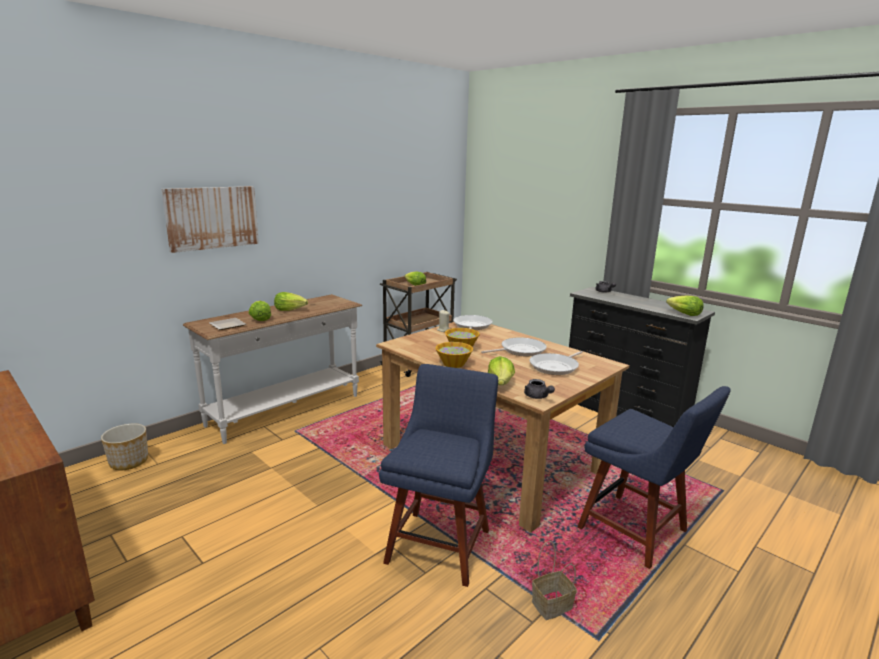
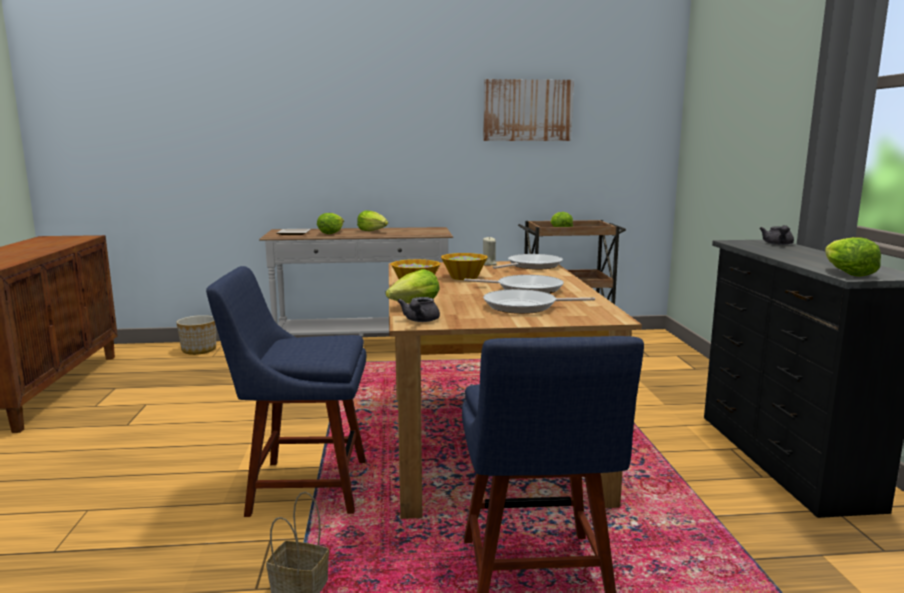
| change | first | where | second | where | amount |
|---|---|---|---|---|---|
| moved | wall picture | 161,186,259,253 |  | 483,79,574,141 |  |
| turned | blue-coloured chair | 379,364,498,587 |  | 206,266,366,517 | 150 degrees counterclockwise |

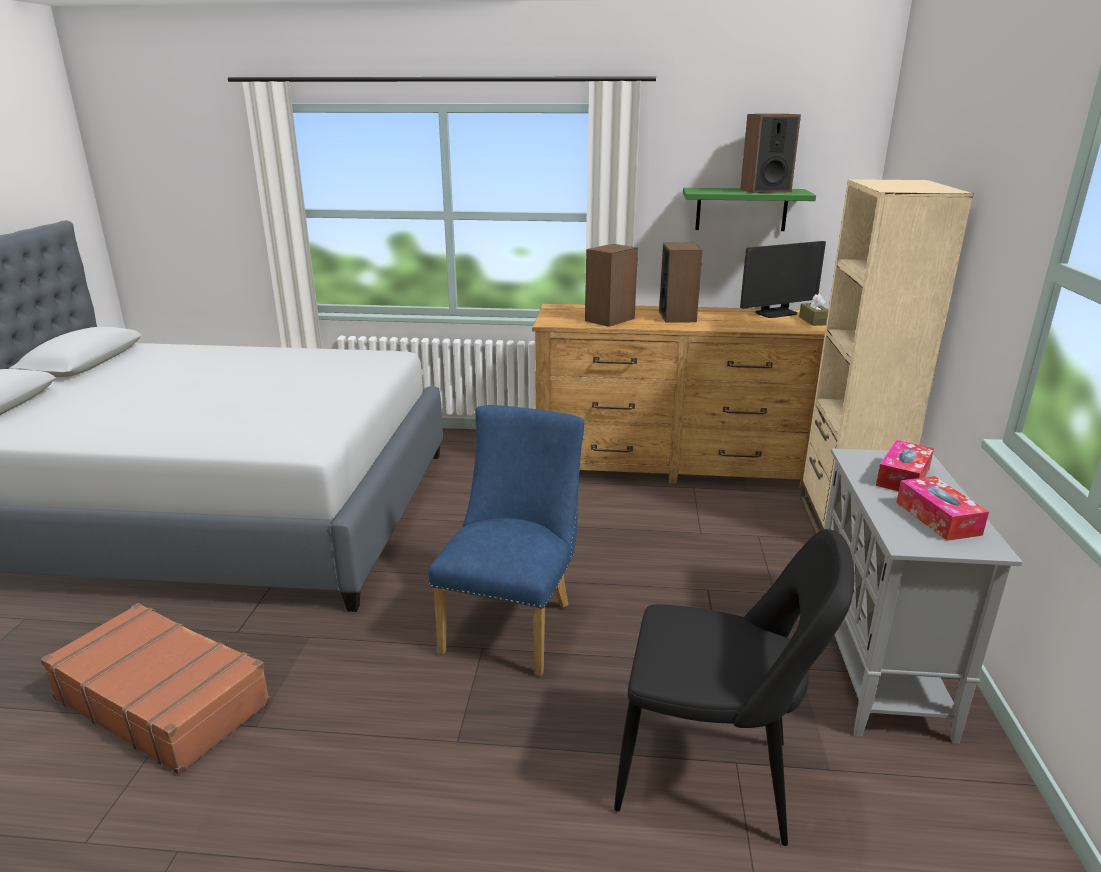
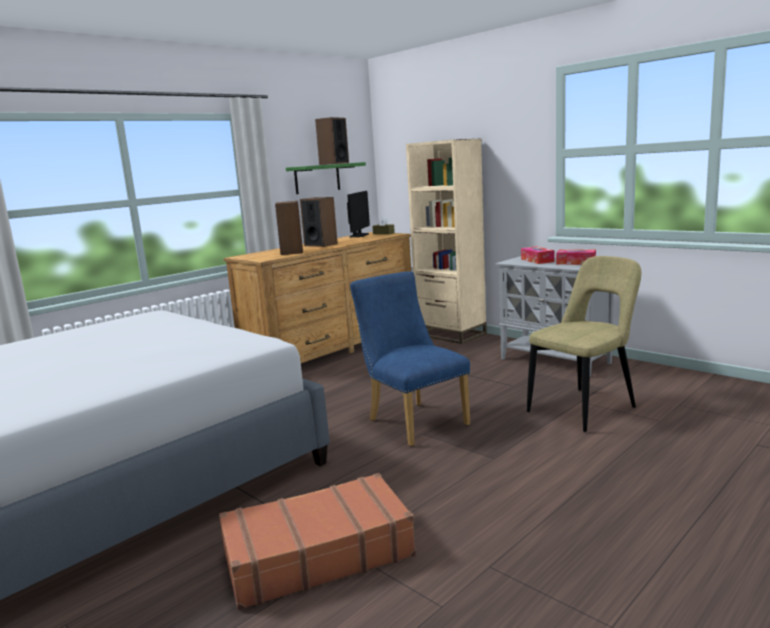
| change | first | where | second | where | amount |
|---|---|---|---|---|---|
| recoloured | black chair | 614,529,855,846 | beige chair | 527,256,641,432 |  |

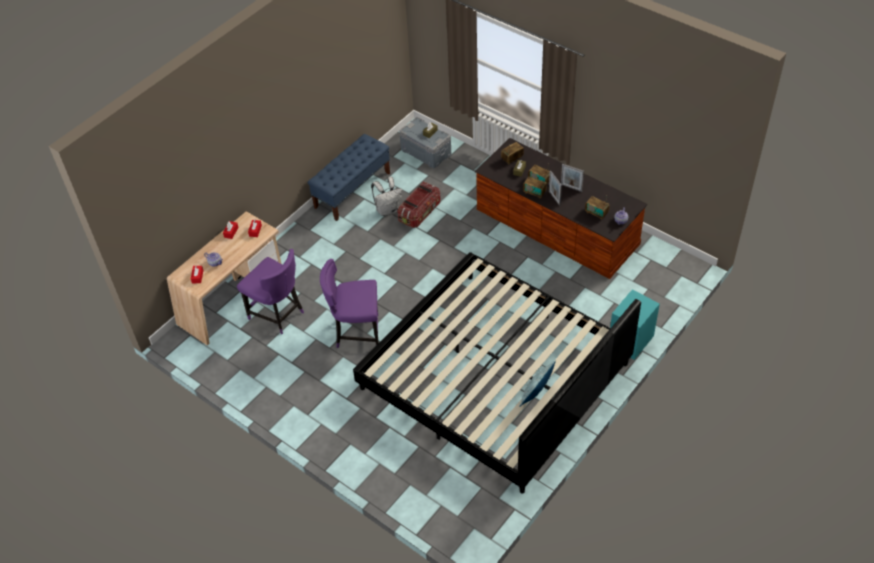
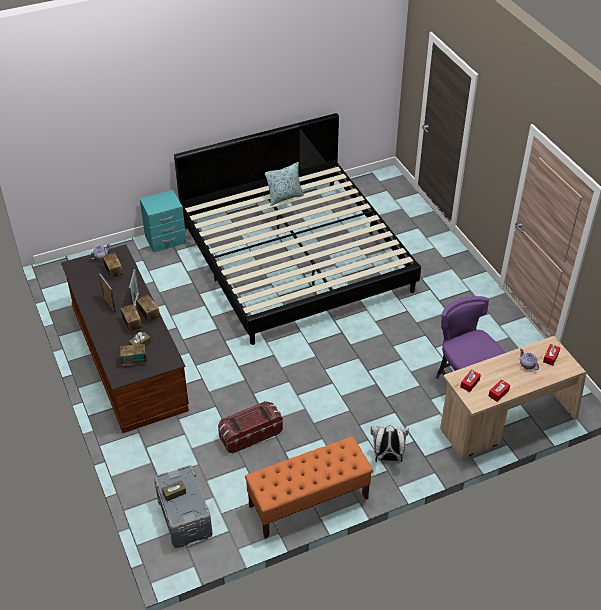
| change | first | where | second | where | amount |
|---|---|---|---|---|---|
| removed | purplish chair | 320,259,379,348 |  |  |  |
| moved | white knapsack | 371,177,402,216 |  | 371,425,409,462 |  |
| recoloured | blue-coloured indoor bench | 308,134,390,221 | orange indoor bench | 245,436,373,539 |  |

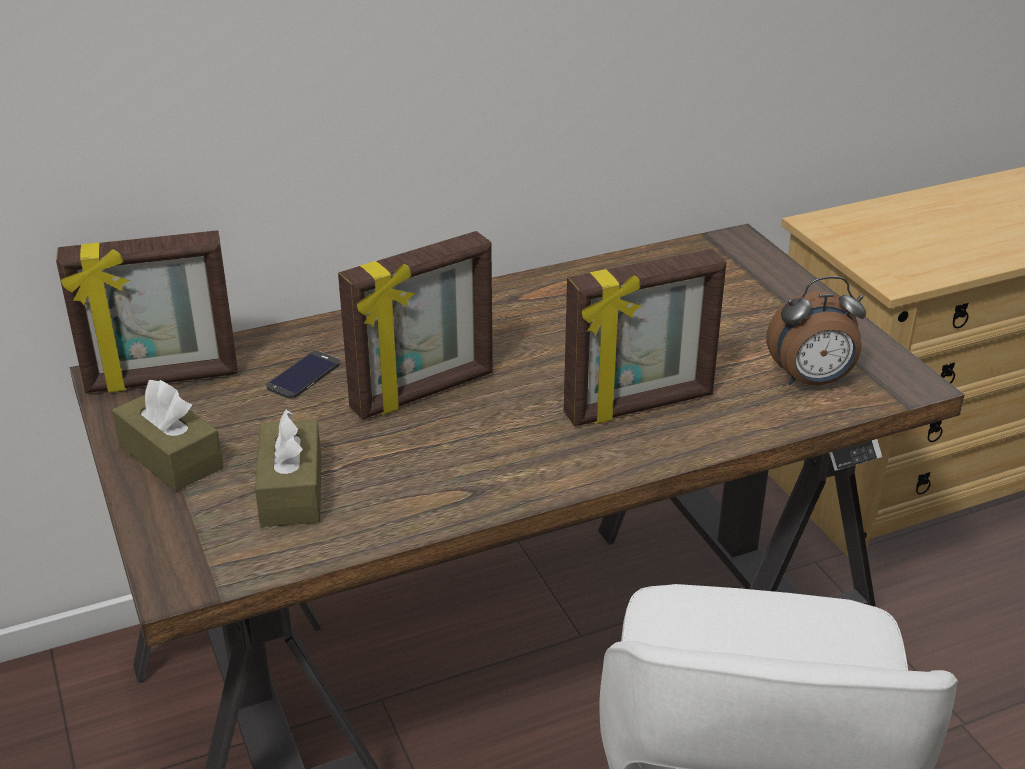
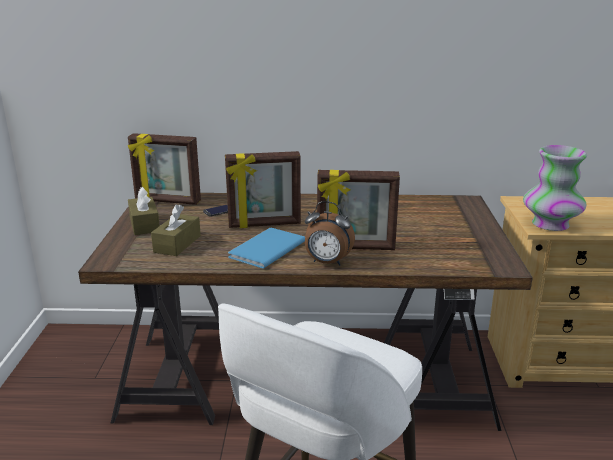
| change | first | where | second | where | amount |
|---|---|---|---|---|---|
| added |  |  | blue-coloured book | 228,228,305,269 |  |
| added |  |  | flower vase | 523,145,587,231 |  |
| moved | bedside clock | 766,276,866,385 |  | 305,201,355,266 |  |

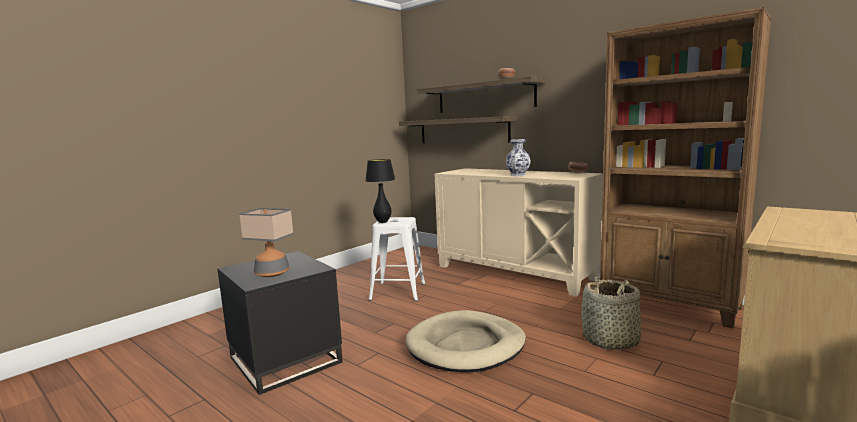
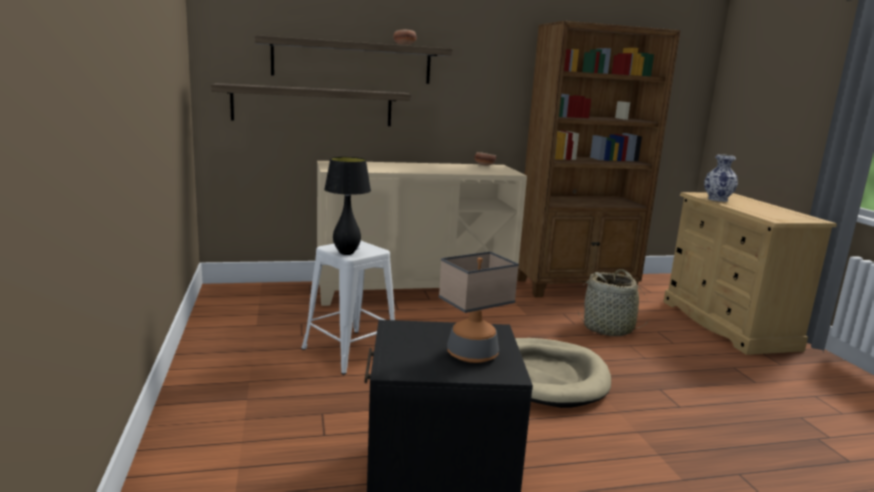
| change | first | where | second | where | amount |
|---|---|---|---|---|---|
| moved | flower vase | 506,139,531,176 |  | 704,154,738,202 |  |

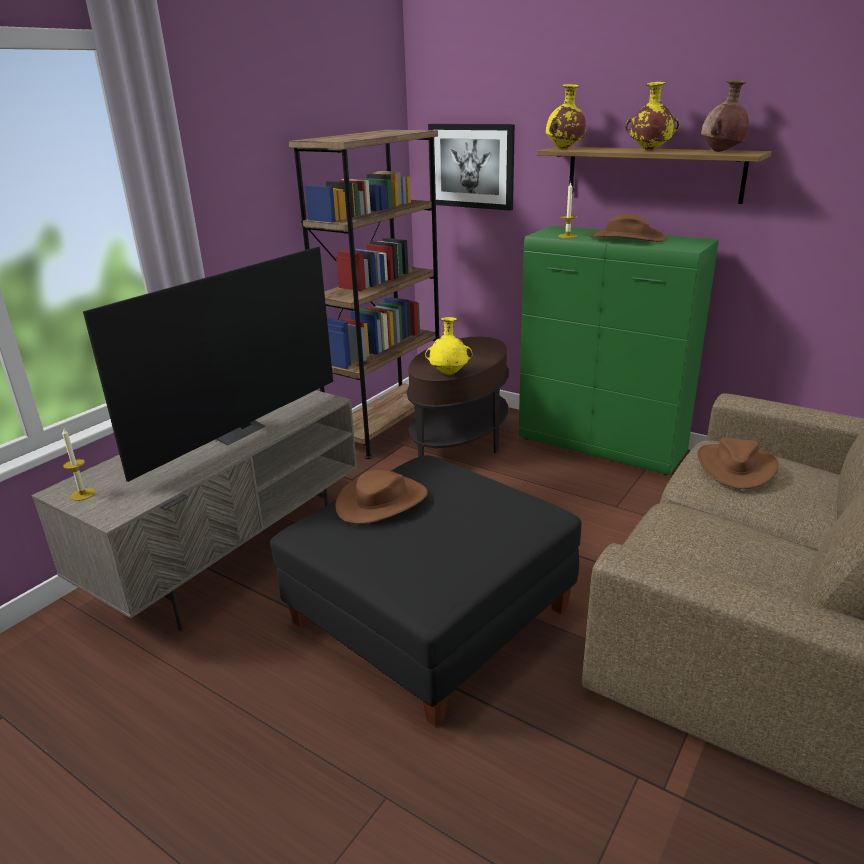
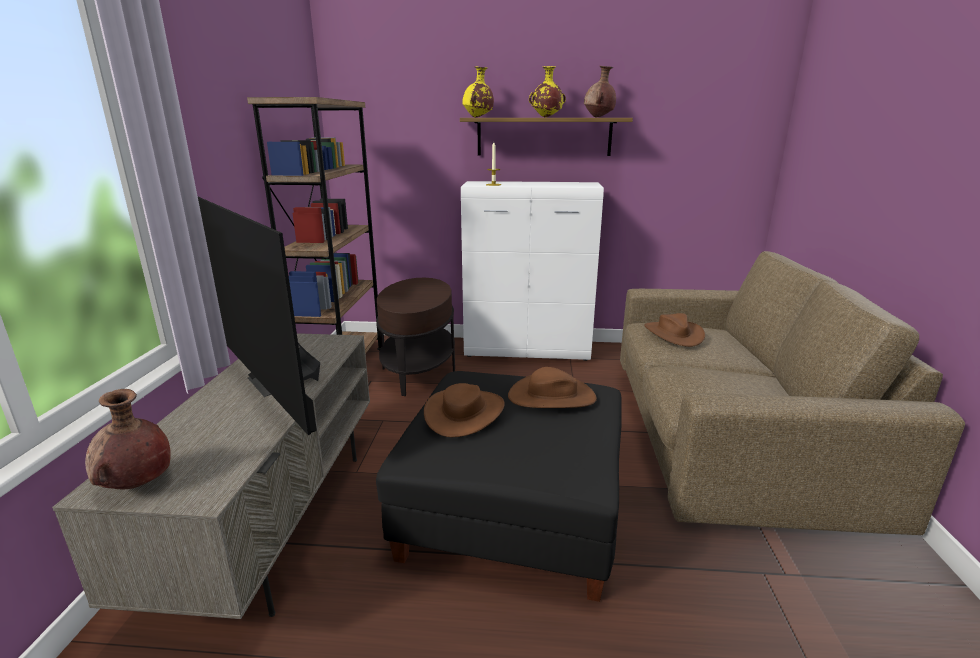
| change | first | where | second | where | amount |
|---|---|---|---|---|---|
| removed | yellowish flower vase | 425,317,472,375 |  |  |  |
| removed | wall picture | 428,124,515,211 |  |  |  |
| moved | brownish clothing hat | 589,213,666,242 |  | 508,367,597,408 |  |
| replaced | wax light | 62,427,95,501 | brownish flower vase | 85,389,171,490 |  |
| recoloured | greenish cupboard | 519,226,719,475 | white cupboard | 461,181,604,361 |  |
| turned | TV set | 83,247,333,482 |  | 198,197,320,435 | 135 degrees clockwise |

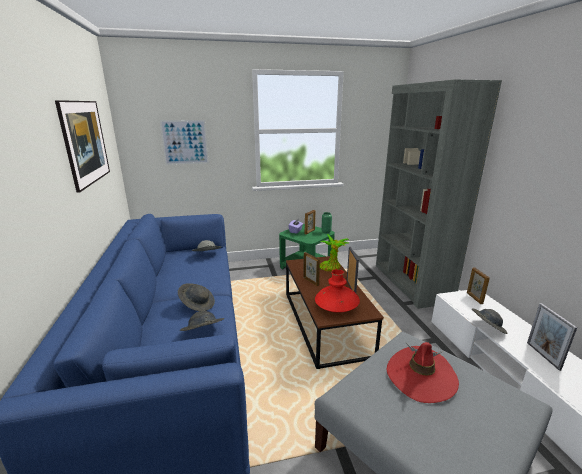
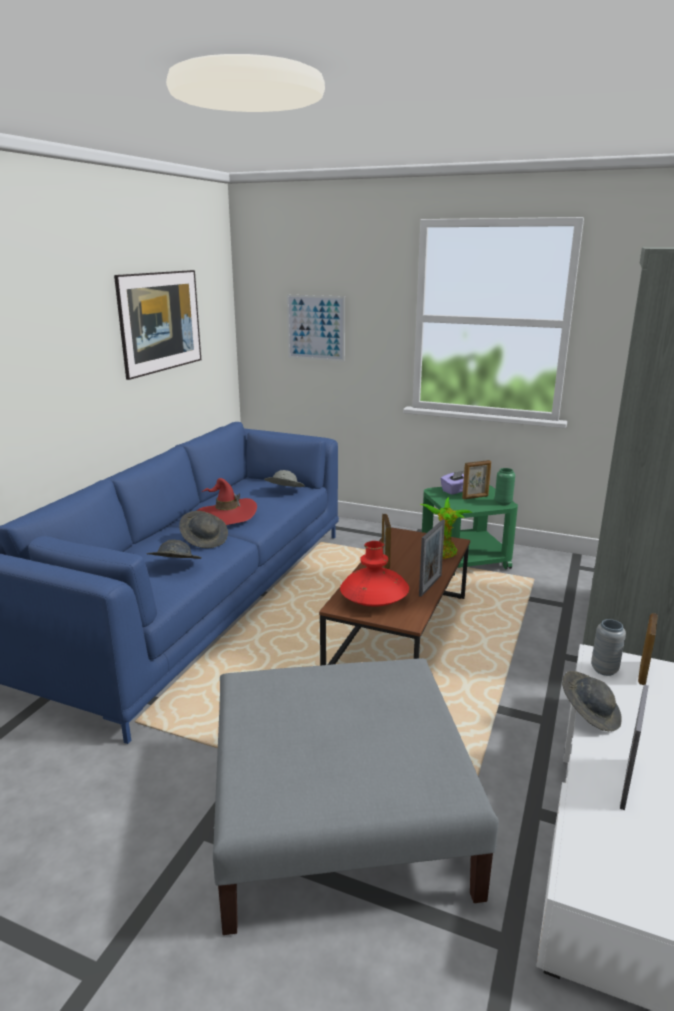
| change | first | where | second | where | amount |
|---|---|---|---|---|---|
| added |  |  | grey flower vase | 591,619,626,676 |  |
| moved | reddish clothing hat | 387,342,459,403 |  | 197,478,257,525 |  |

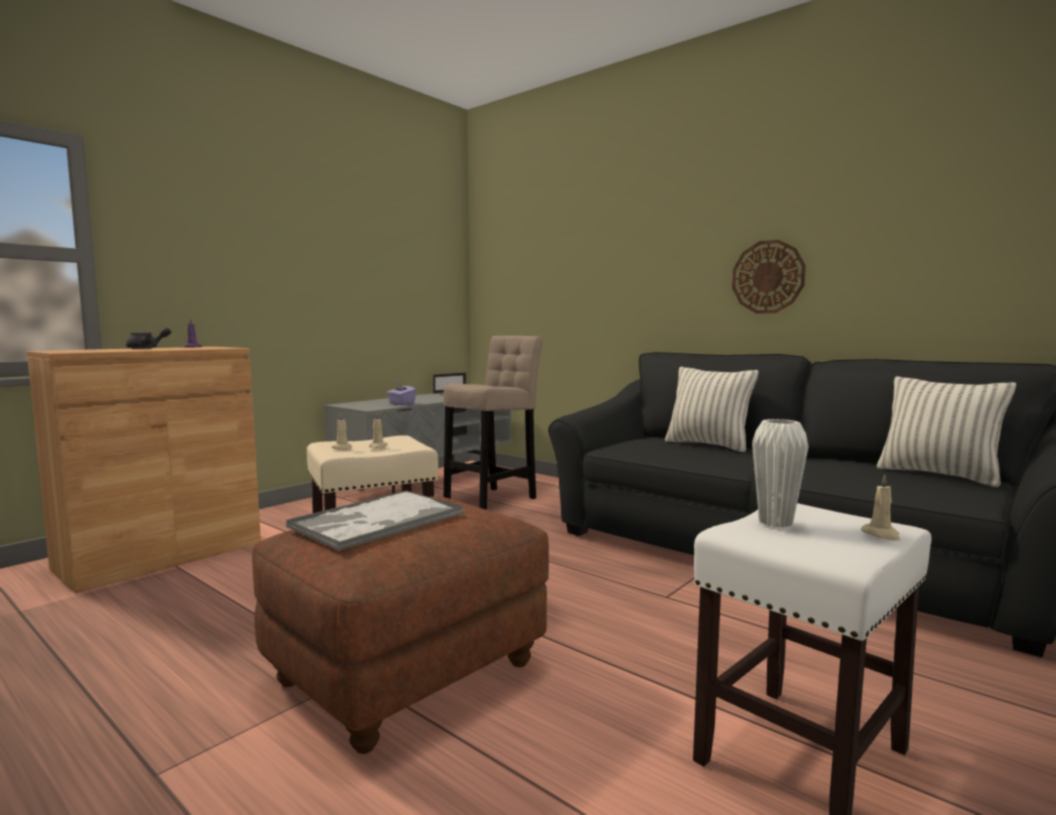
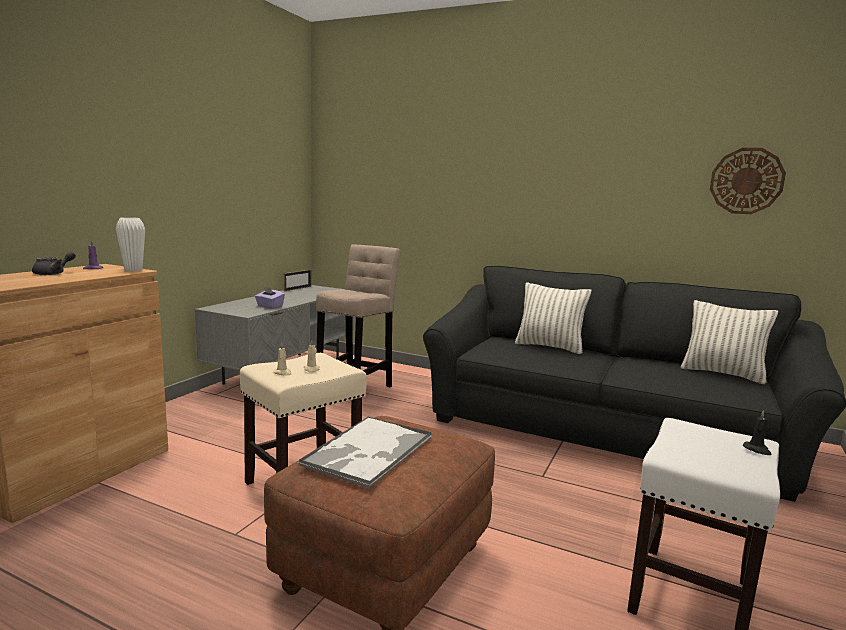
| change | first | where | second | where | amount |
|---|---|---|---|---|---|
| moved | clock on the wall | 732,240,806,313 |  | 710,148,786,214 |  |
| moved | white flower vase | 752,419,808,527 |  | 116,217,145,271 |  |
| recoloured | beige wax light | 861,474,900,541 | black wax light | 743,410,772,455 |  |

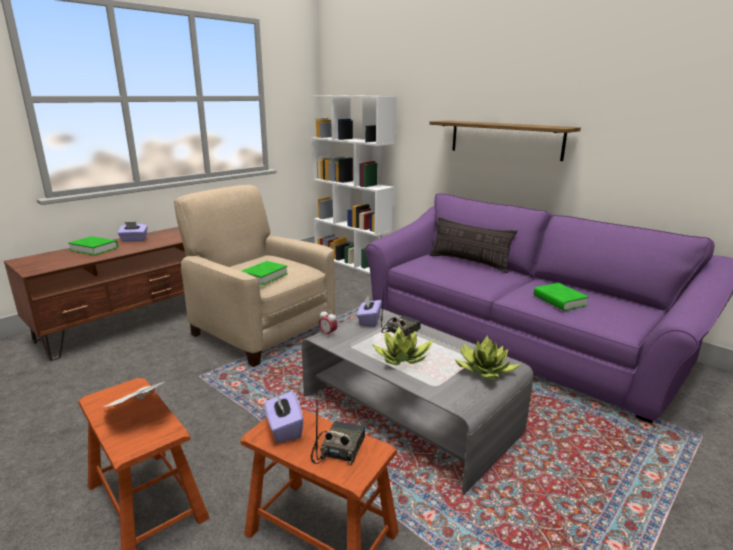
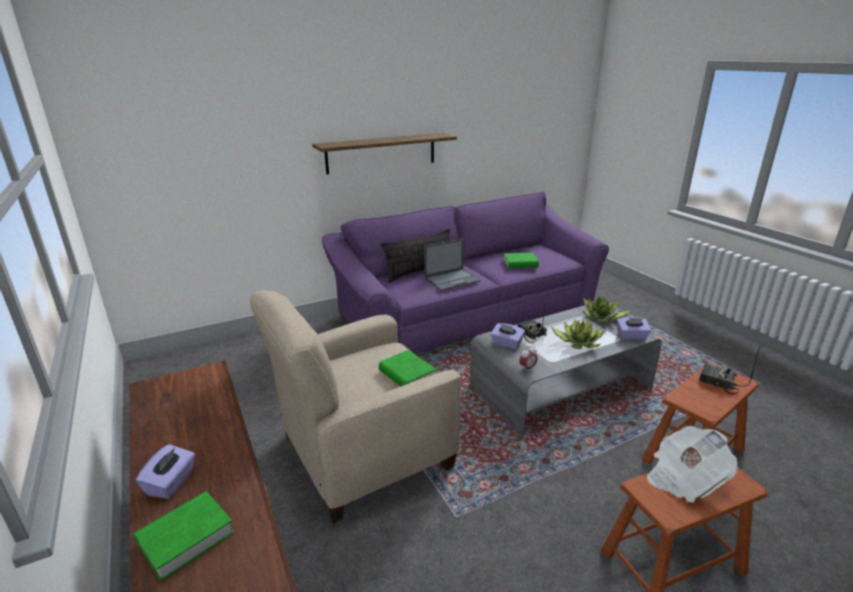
| change | first | where | second | where | amount |
|---|---|---|---|---|---|
| removed | white shelving unit | 310,95,397,274 |  |  |  |
| added |  |  | notebook computer | 424,239,480,291 |  |
| moved | purplish tissue holder | 265,391,304,443 |  | 617,317,651,340 |  |

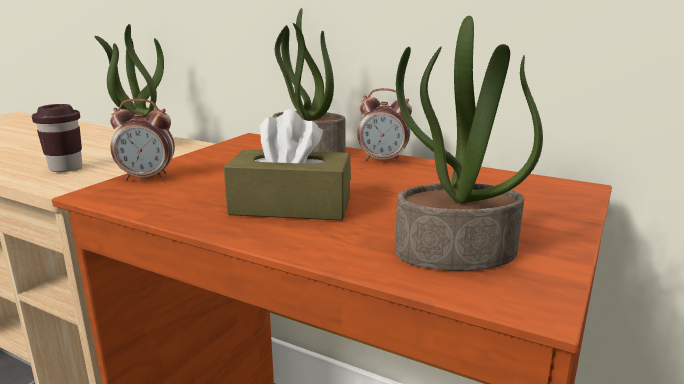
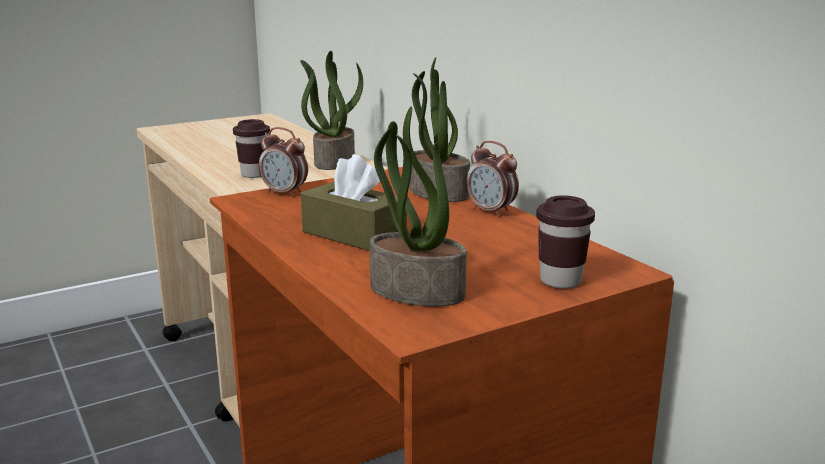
| change | first | where | second | where | amount |
|---|---|---|---|---|---|
| added |  |  | brownish cup | 536,195,595,289 |  |

